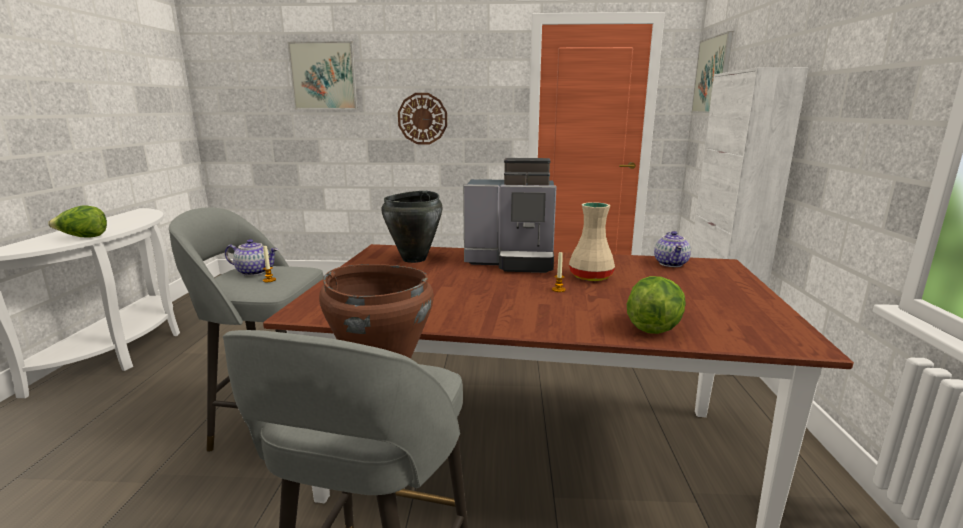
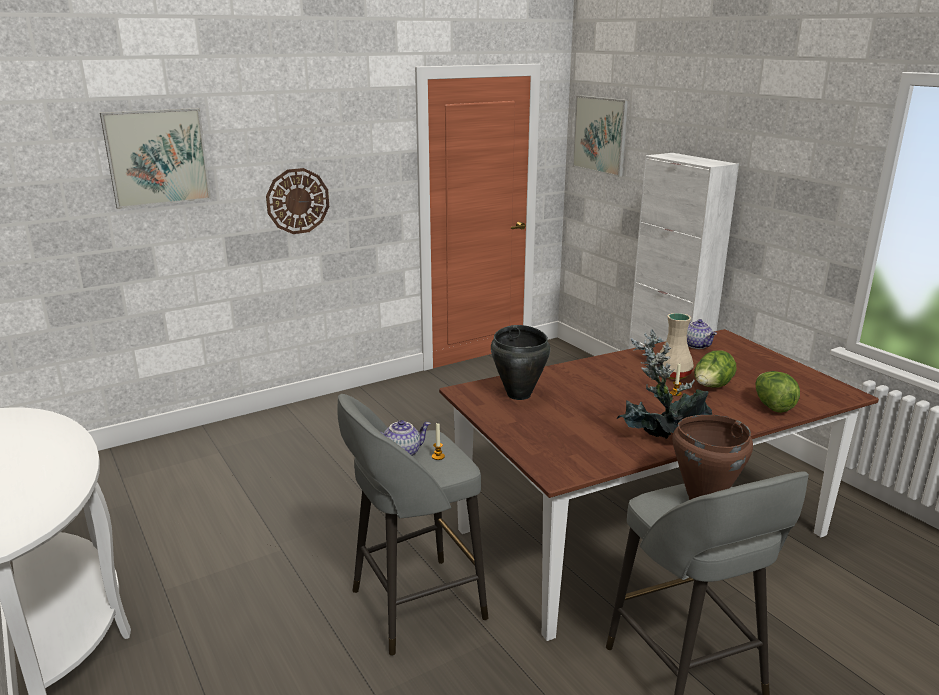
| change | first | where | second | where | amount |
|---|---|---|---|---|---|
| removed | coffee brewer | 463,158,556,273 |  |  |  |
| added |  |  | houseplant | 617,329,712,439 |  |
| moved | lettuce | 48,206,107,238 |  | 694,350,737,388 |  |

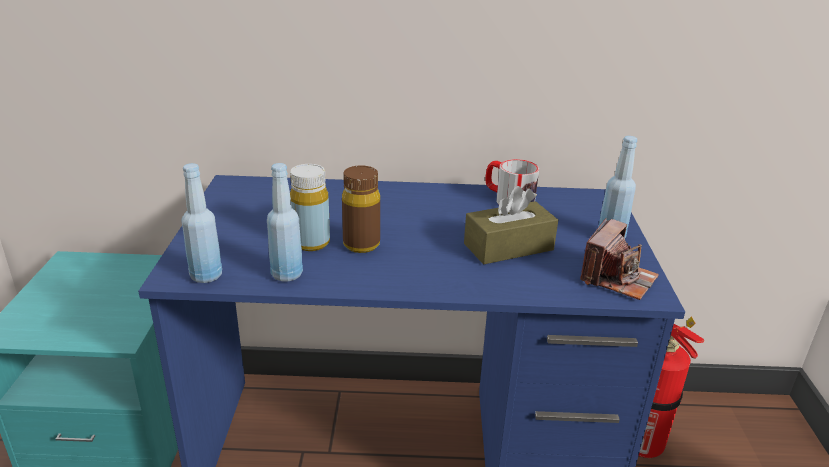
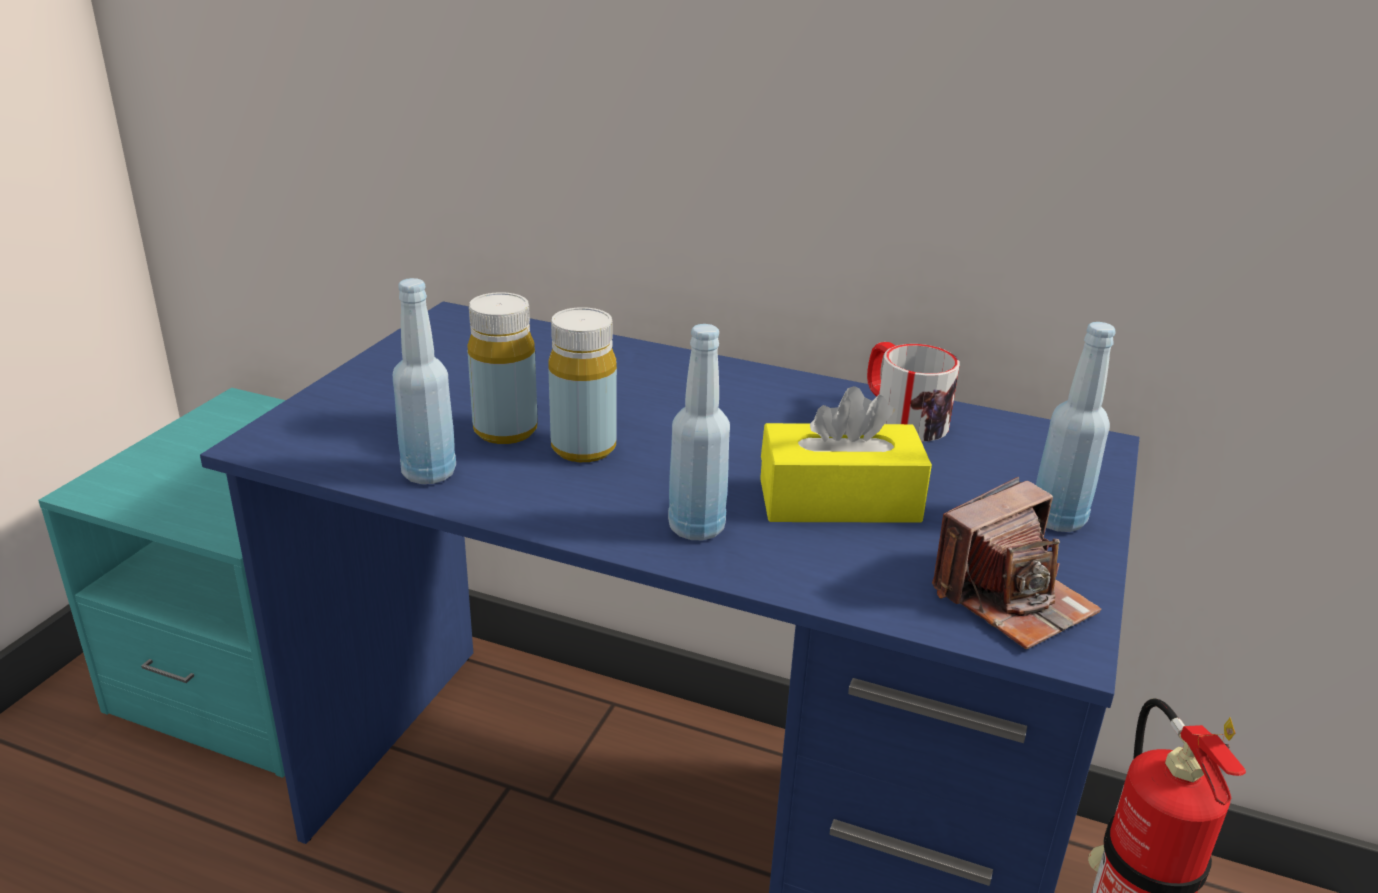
| change | first | where | second | where | amount |
|---|---|---|---|---|---|
| moved | blue-coloured beverage bottle | 182,163,222,283 |  | 668,324,730,540 |  |
| recoloured | brownish beverage bottle | 342,165,380,253 | yellowish beverage bottle | 548,307,617,462 |  |
| recoloured | brownish tissue holder | 464,186,558,264 | yellowish tissue holder | 760,386,932,523 |  |

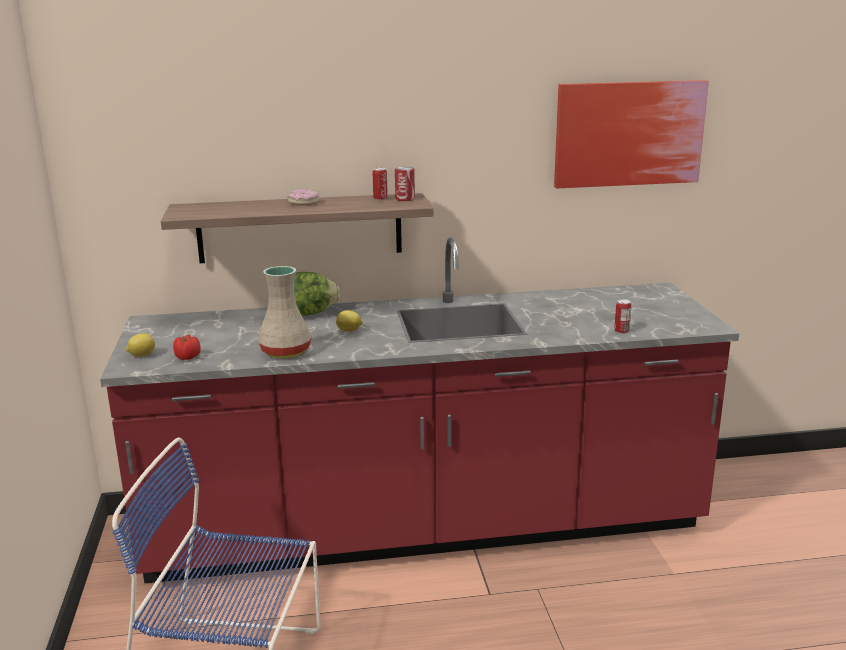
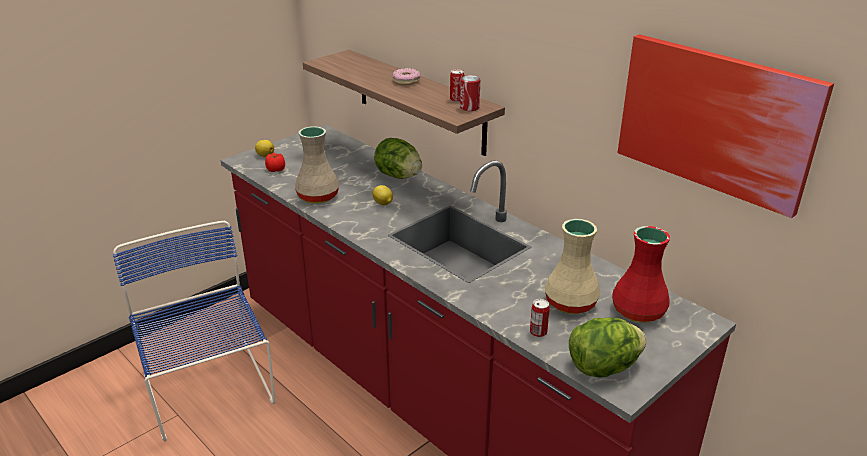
| change | first | where | second | where | amount |
|---|---|---|---|---|---|
| added |  |  | beige flower vase | 545,219,600,314 |  |
| added |  |  | lettuce | 569,318,647,378 |  |
| added |  |  | reddish flower vase | 612,226,670,323 |  |

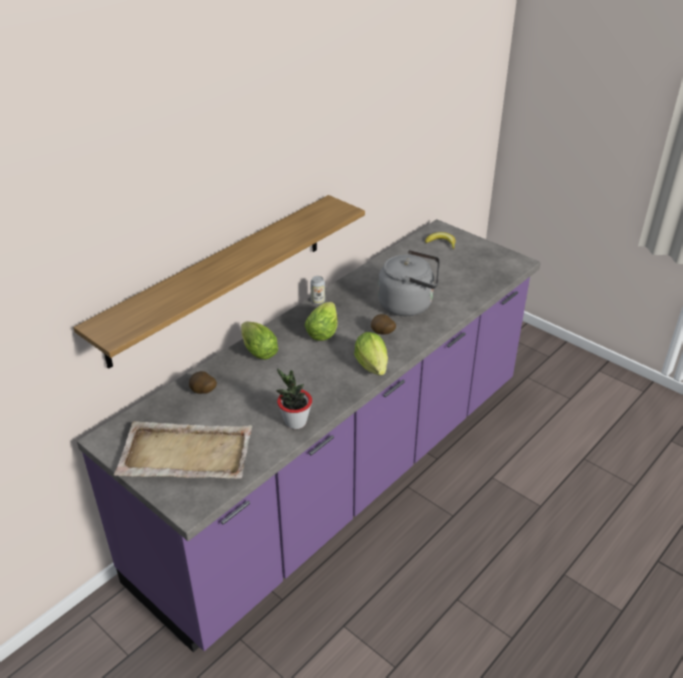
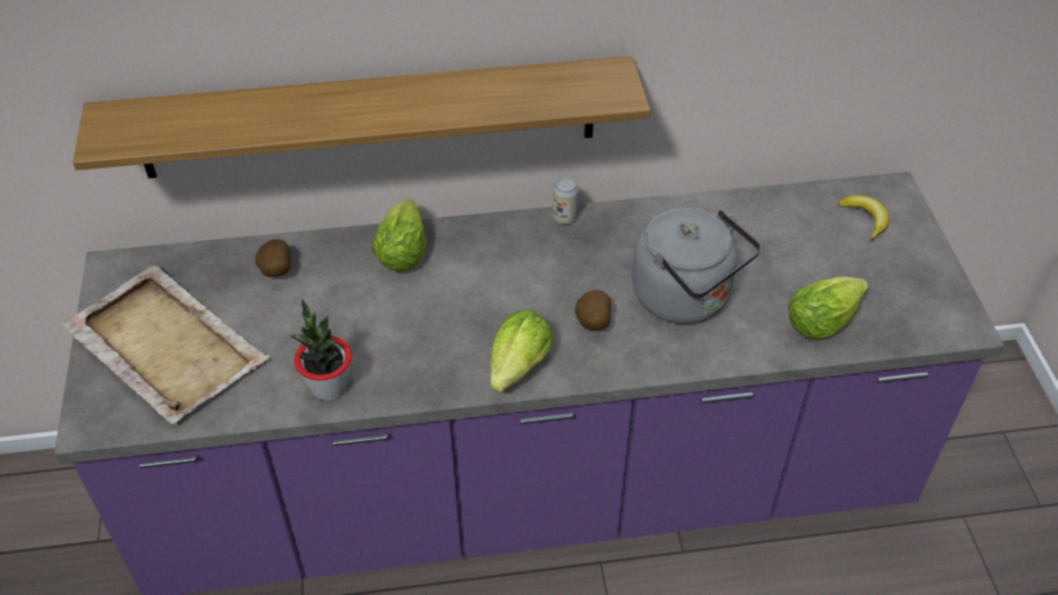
| change | first | where | second | where | amount |
|---|---|---|---|---|---|
| moved | lettuce | 304,302,338,341 |  | 788,277,869,339 |  |

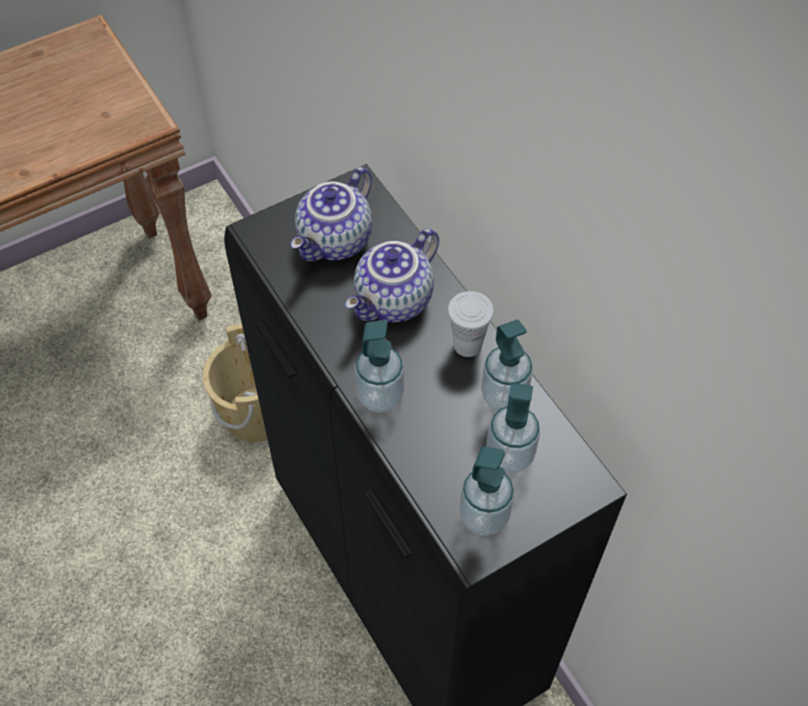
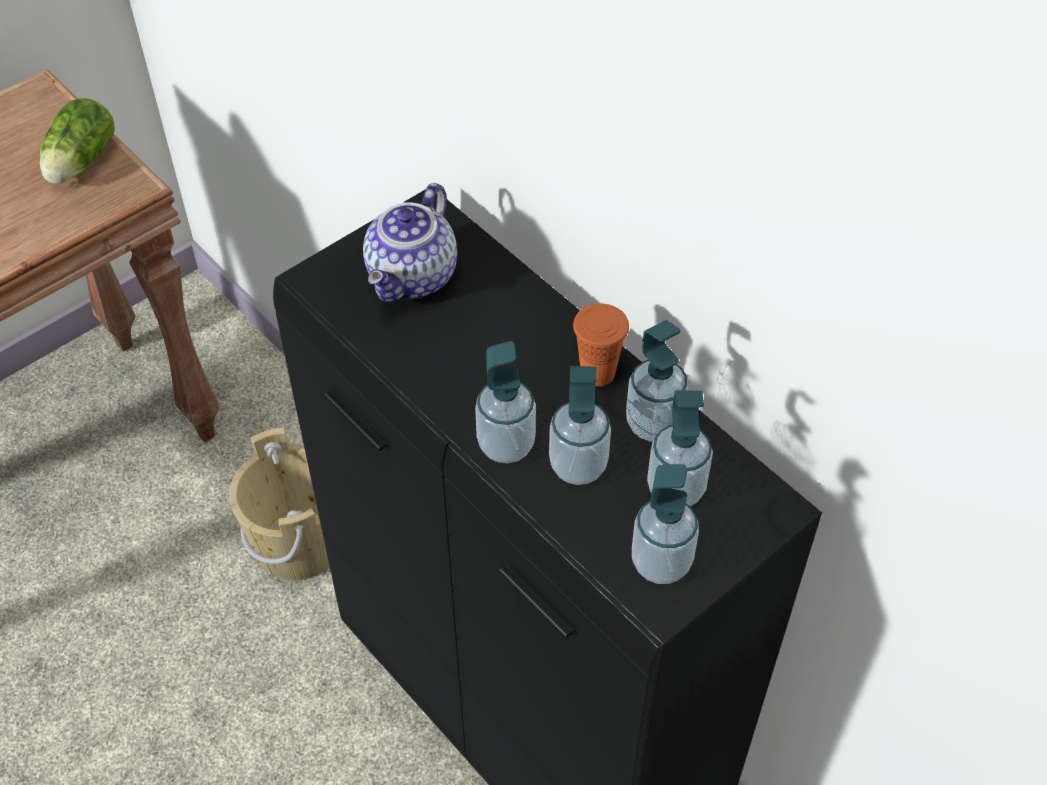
| change | first | where | second | where | amount |
|---|---|---|---|---|---|
| removed | teapot | 345,228,439,322 |  |  |  |
| added |  |  | lettuce | 40,98,115,184 |  |
| added |  |  | soap bottle | 549,366,611,485 |  |
| recoloured | white cup | 448,291,494,357 | orange cup | 573,303,629,386 |  |

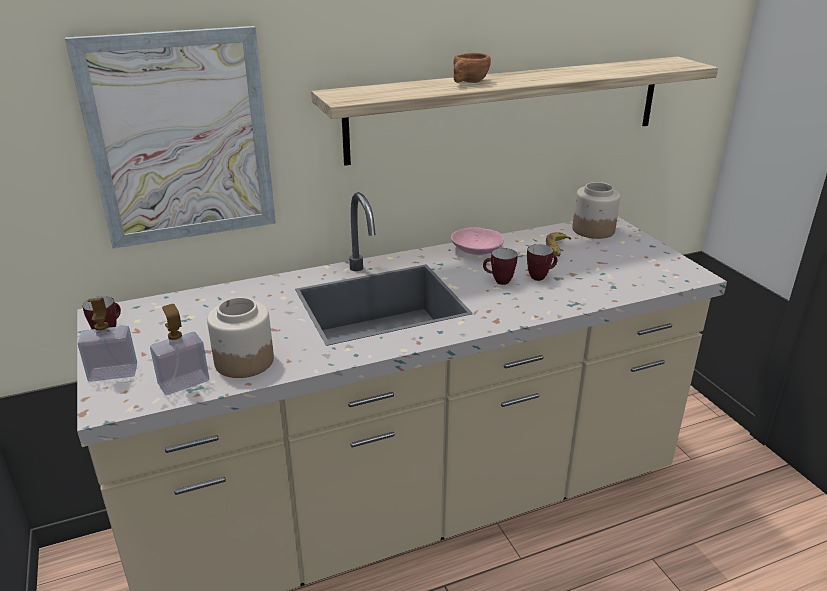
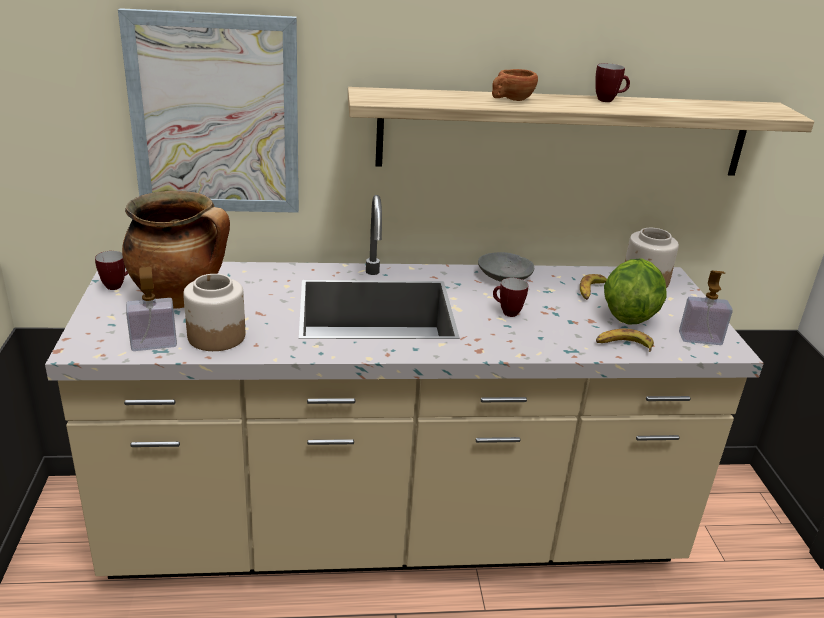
| change | first | where | second | where | amount |
|---|---|---|---|---|---|
| added |  |  | cooking pot | 122,191,230,309 |  |
| added |  |  | banana | 596,329,654,352 |  |
| added |  |  | lettuce | 604,258,667,325 |  |
| moved | soap bottle | 78,298,137,382 |  | 679,270,733,345 |  |
| moved | coffee mug | 527,244,557,281 |  | 596,63,630,102 |  |
| recoloured | pink-coloured bowl | 451,227,504,255 | grey bowl | 478,252,534,282 |  |

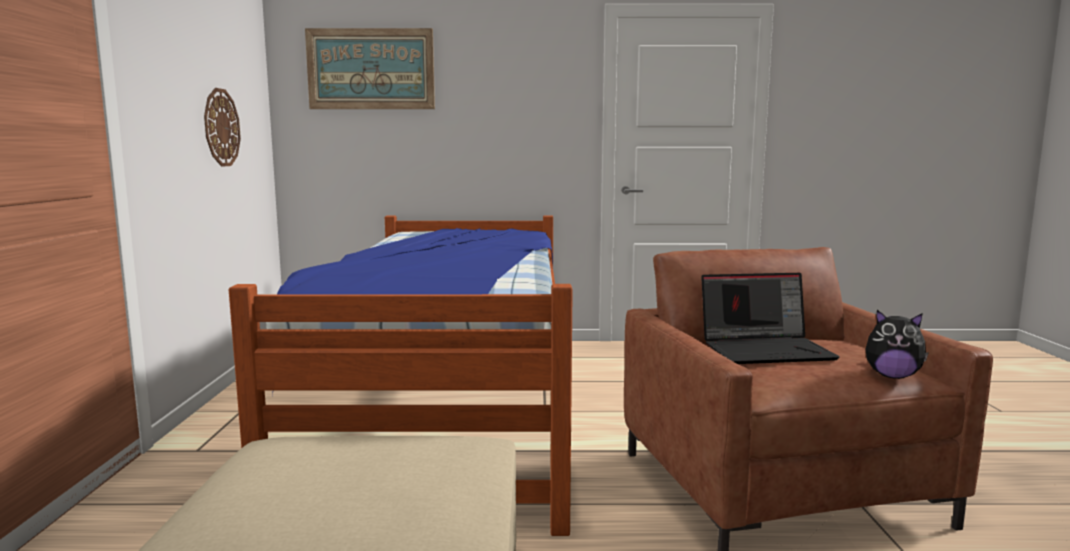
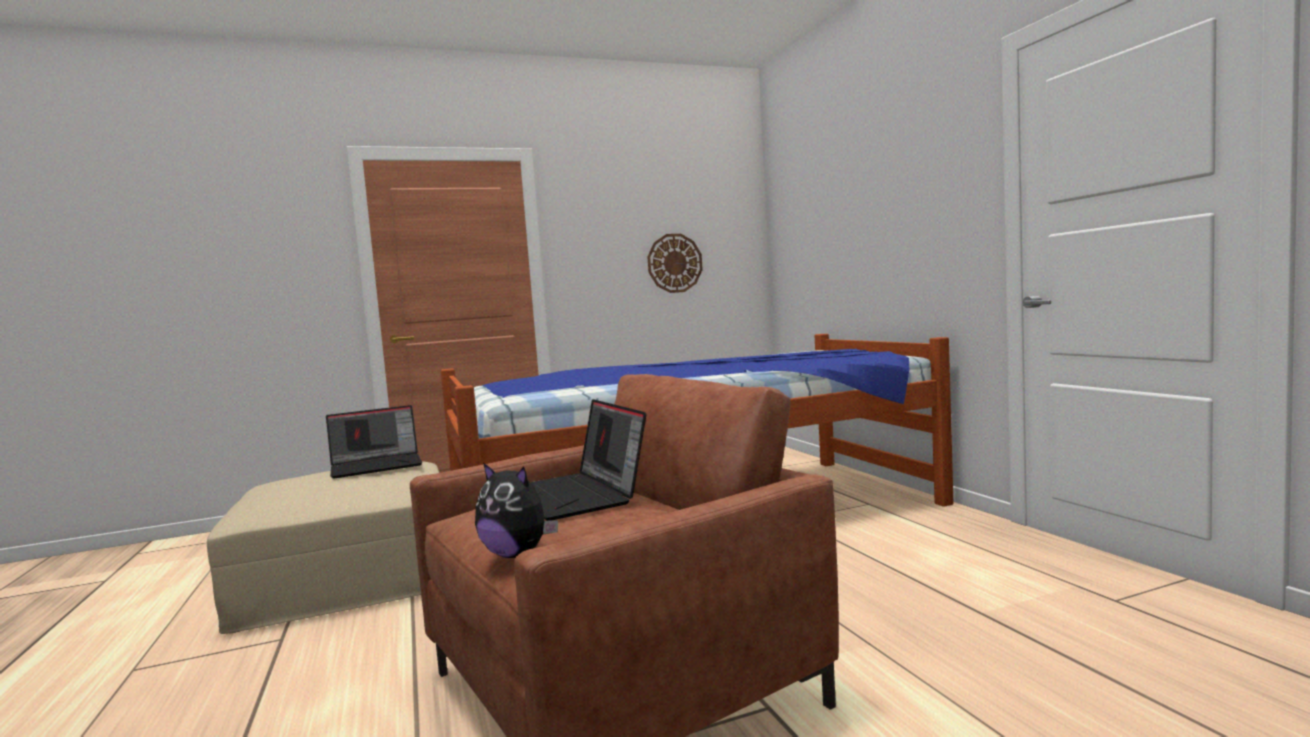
| change | first | where | second | where | amount |
|---|---|---|---|---|---|
| removed | wall picture | 305,28,435,109 |  |  |  |
| added |  |  | notebook computer | 326,405,422,479 |  |
| turned | plush toy | 865,310,929,379 |  | 475,463,558,558 | 60 degrees counterclockwise |

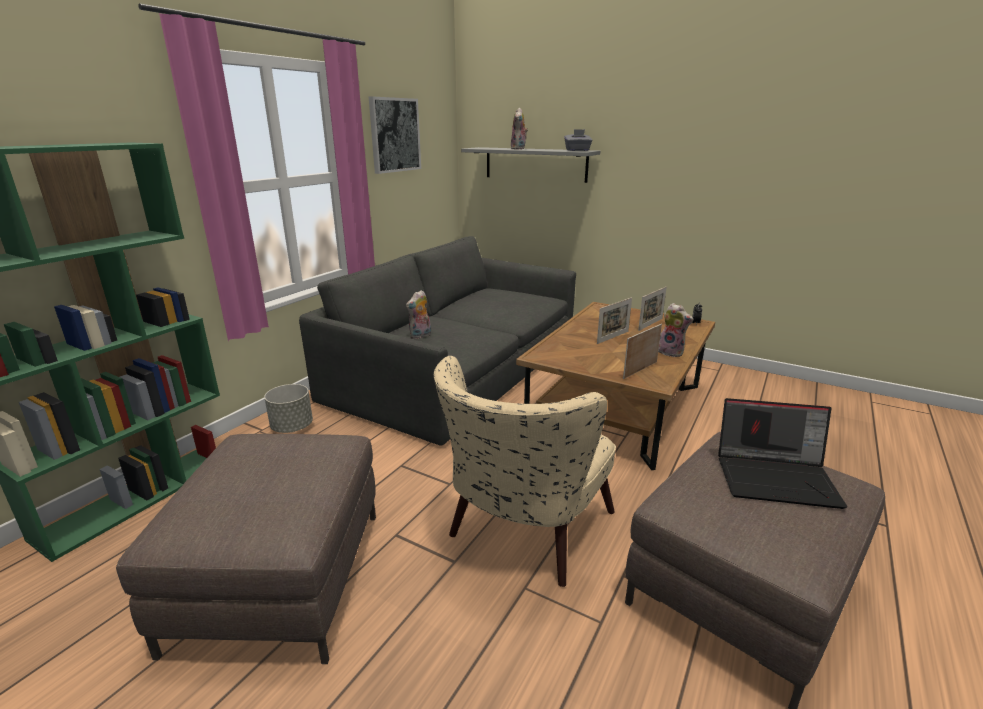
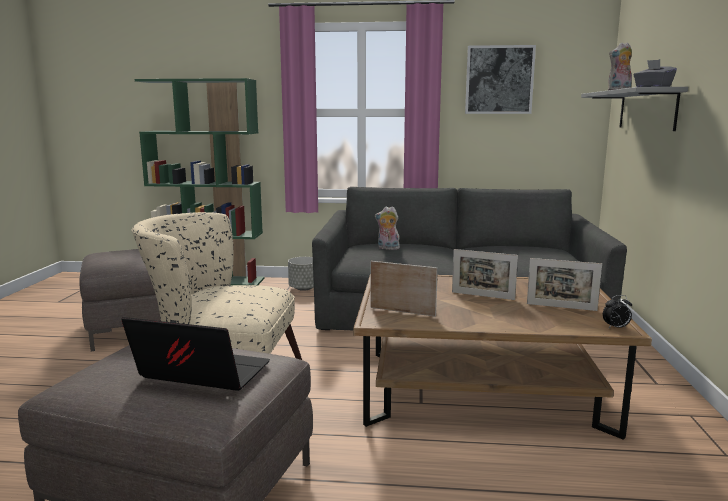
| change | first | where | second | where | amount |
|---|---|---|---|---|---|
| removed | plush toy | 658,303,693,357 |  |  |  |
| turned | notebook computer | 718,398,847,509 |  | 122,317,270,391 | 120 degrees clockwise |

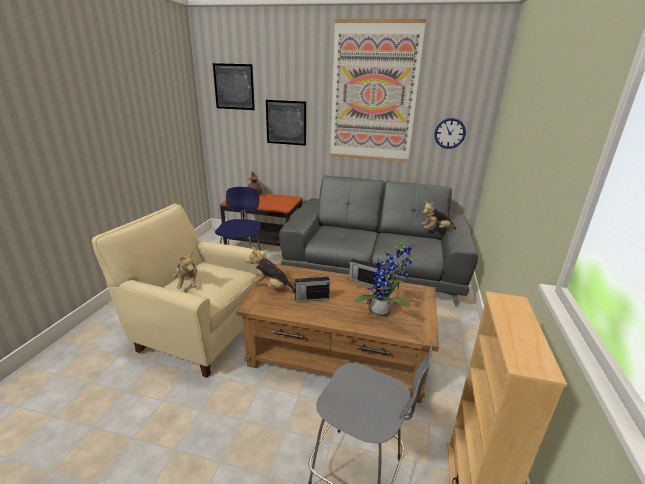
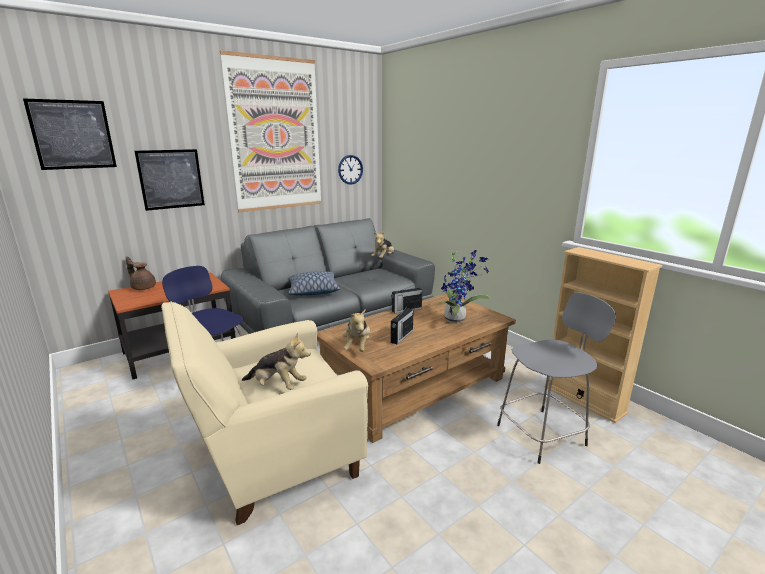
| change | first | where | second | where | amount |
|---|---|---|---|---|---|
| added |  |  | throw pillow | 288,271,340,296 |  |
| turned | plush toy | 246,247,295,293 |  | 343,310,370,352 | 60 degrees counterclockwise |

